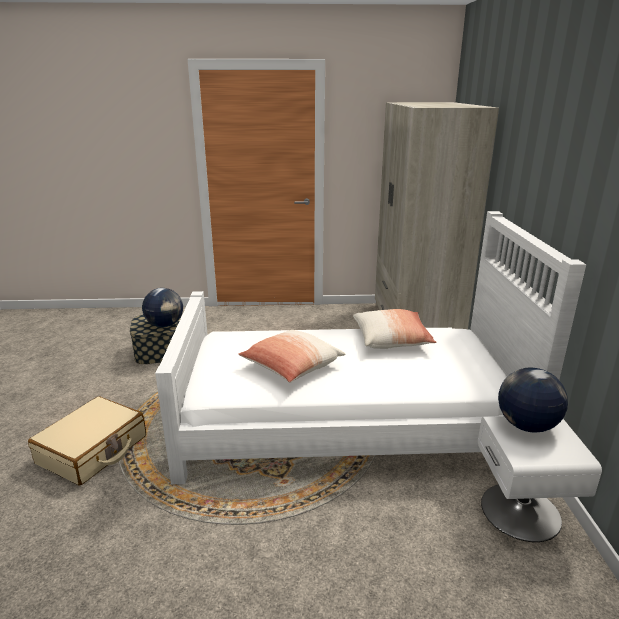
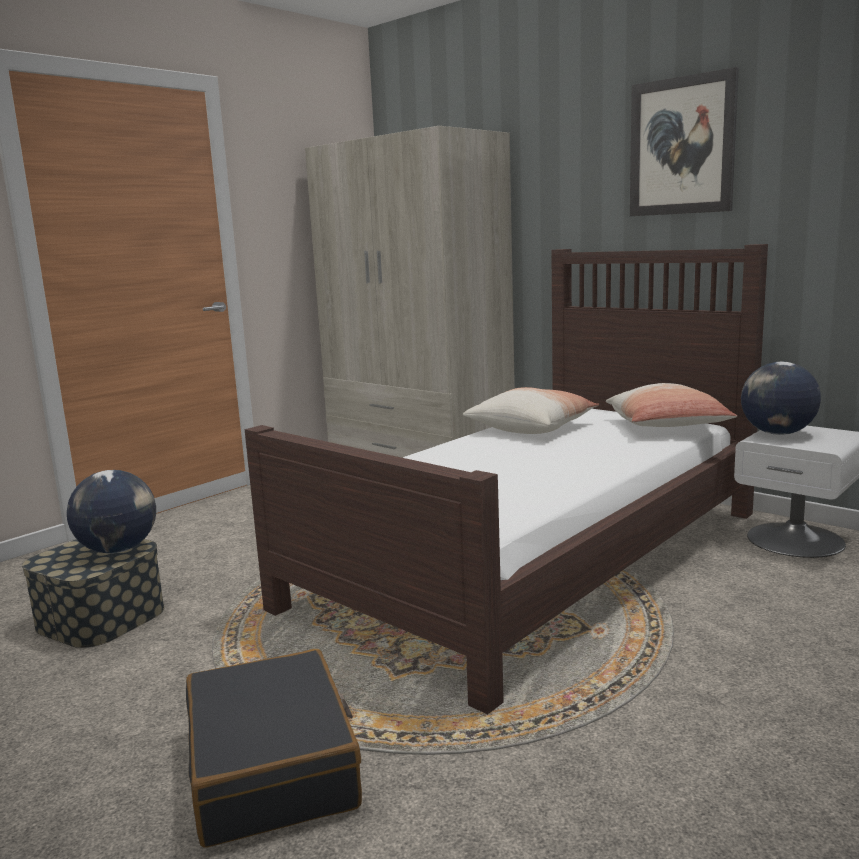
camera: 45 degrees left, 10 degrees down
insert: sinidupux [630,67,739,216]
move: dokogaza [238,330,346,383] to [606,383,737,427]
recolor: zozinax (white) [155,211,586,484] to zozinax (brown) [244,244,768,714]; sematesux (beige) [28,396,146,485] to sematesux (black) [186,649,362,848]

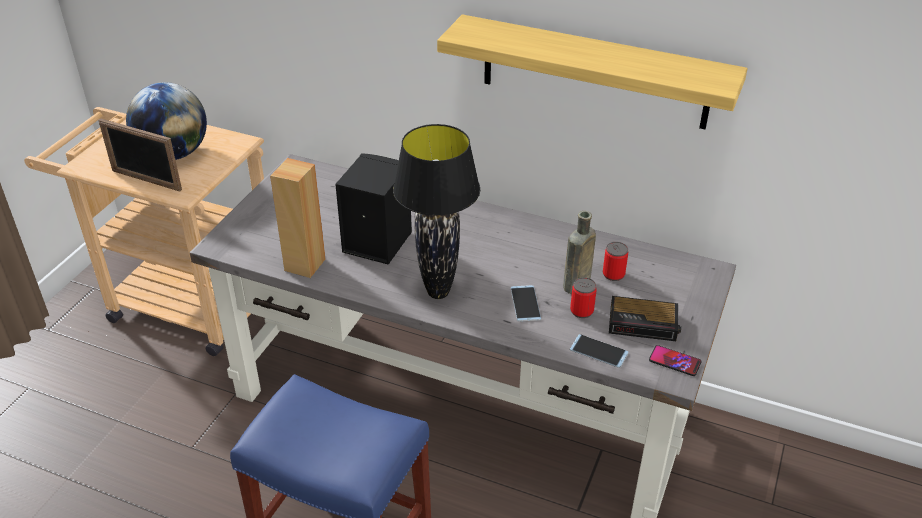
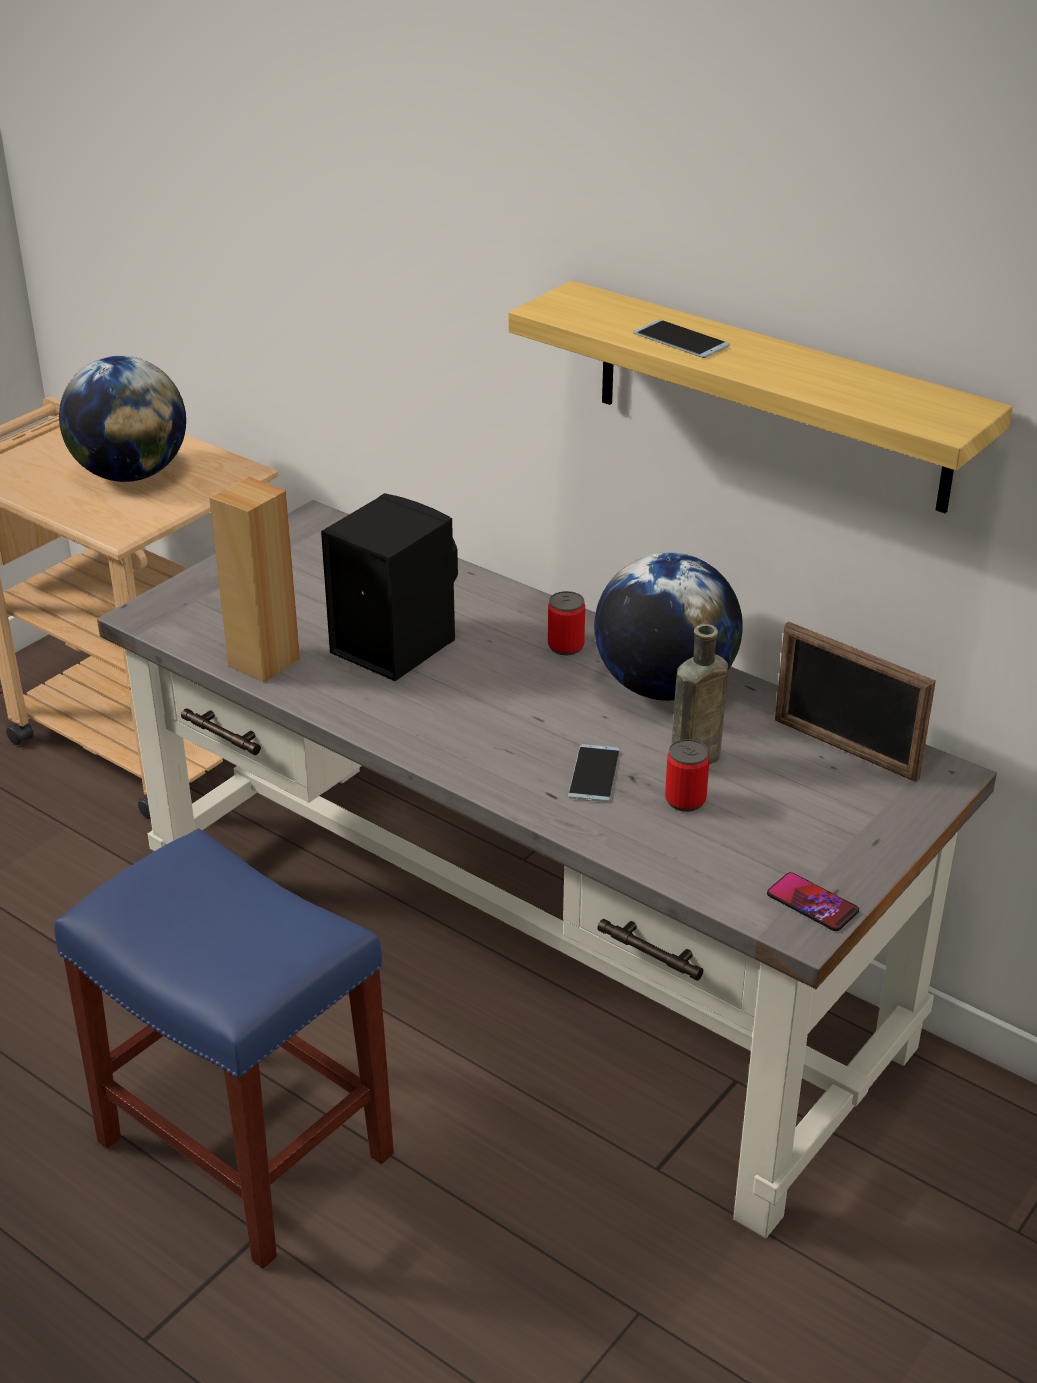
camera: 15 degrees right, 5 degrees down
delete: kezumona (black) [393,124,480,299]; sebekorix [609,296,681,341]
insert: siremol [594,552,743,701]
move: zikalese [98,119,182,191] to [775,621,936,782]; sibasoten [603,242,628,281] to [548,591,585,655]; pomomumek [570,334,629,368] to [633,320,730,358]

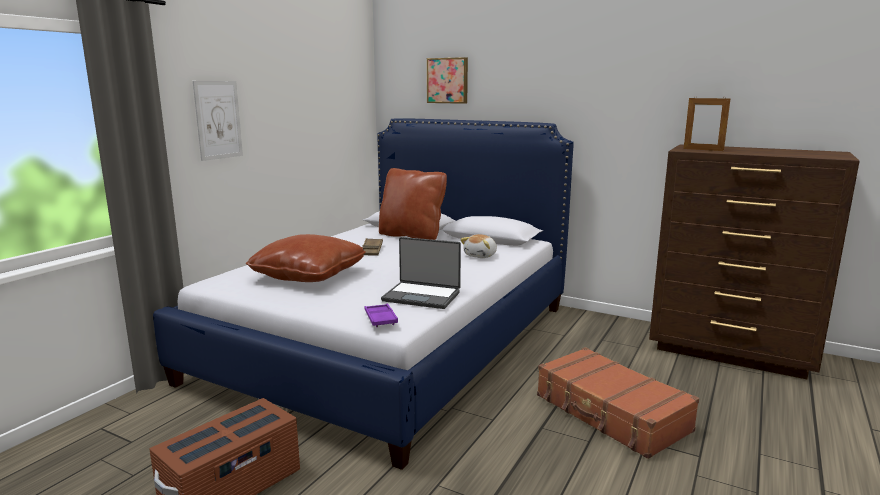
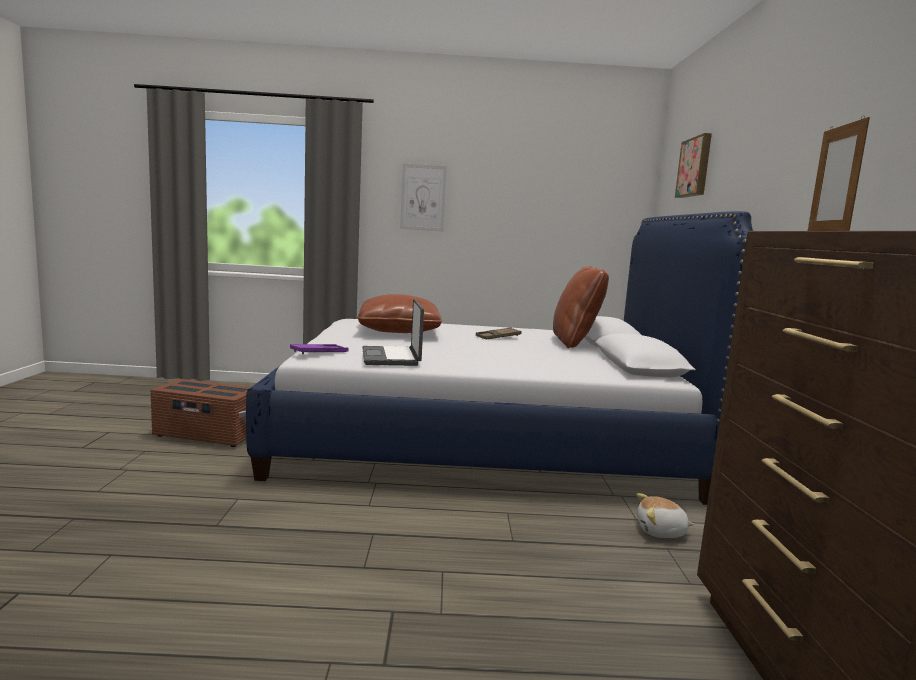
camera: 60 degrees right, 5 degrees down
delete: sematesux (brown) [537,347,699,459]
move: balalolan [460,234,497,258] to [636,493,694,538]

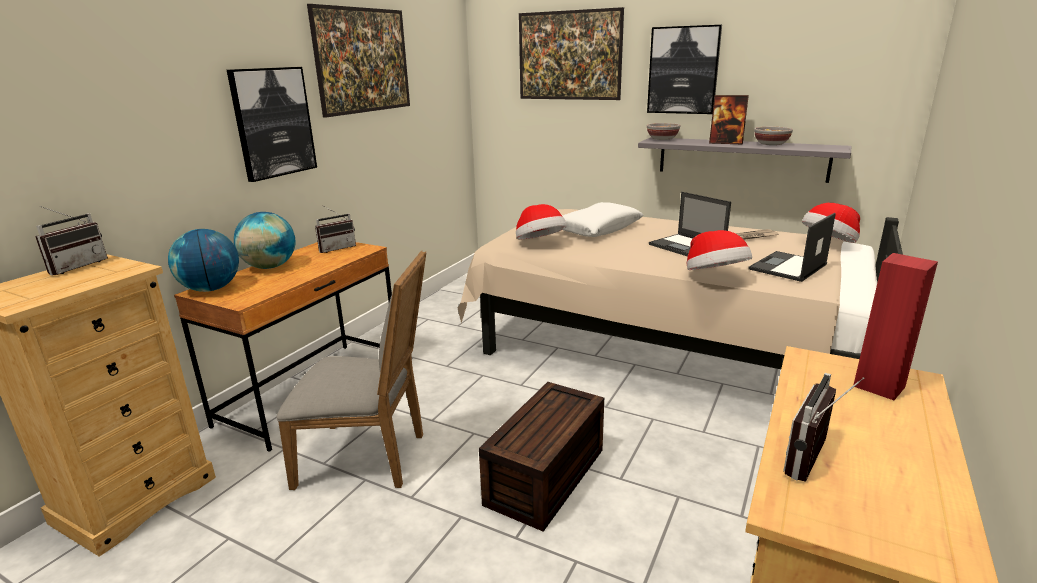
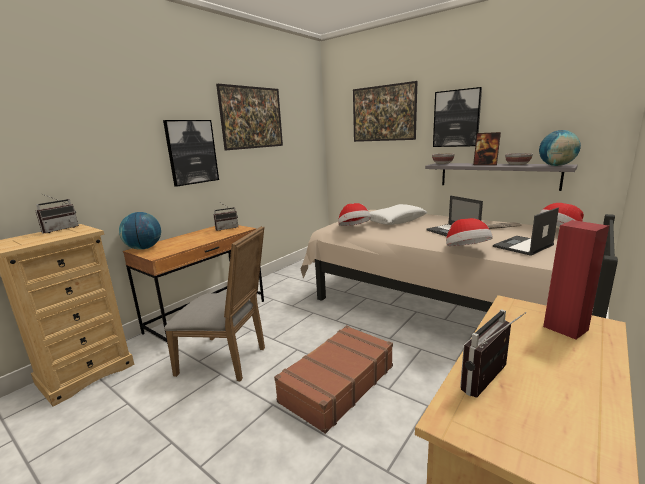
camera: 10 degrees right, 5 degrees down
move: siremol [234,212,296,269] to [539,130,581,166]
replace: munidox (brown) [479,382,604,532] to sematesux (brown) [274,325,393,434]

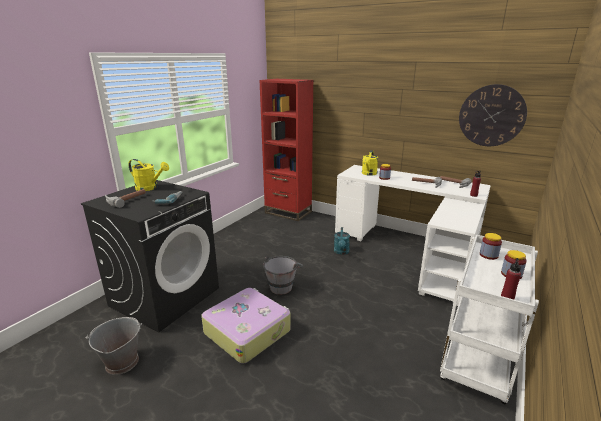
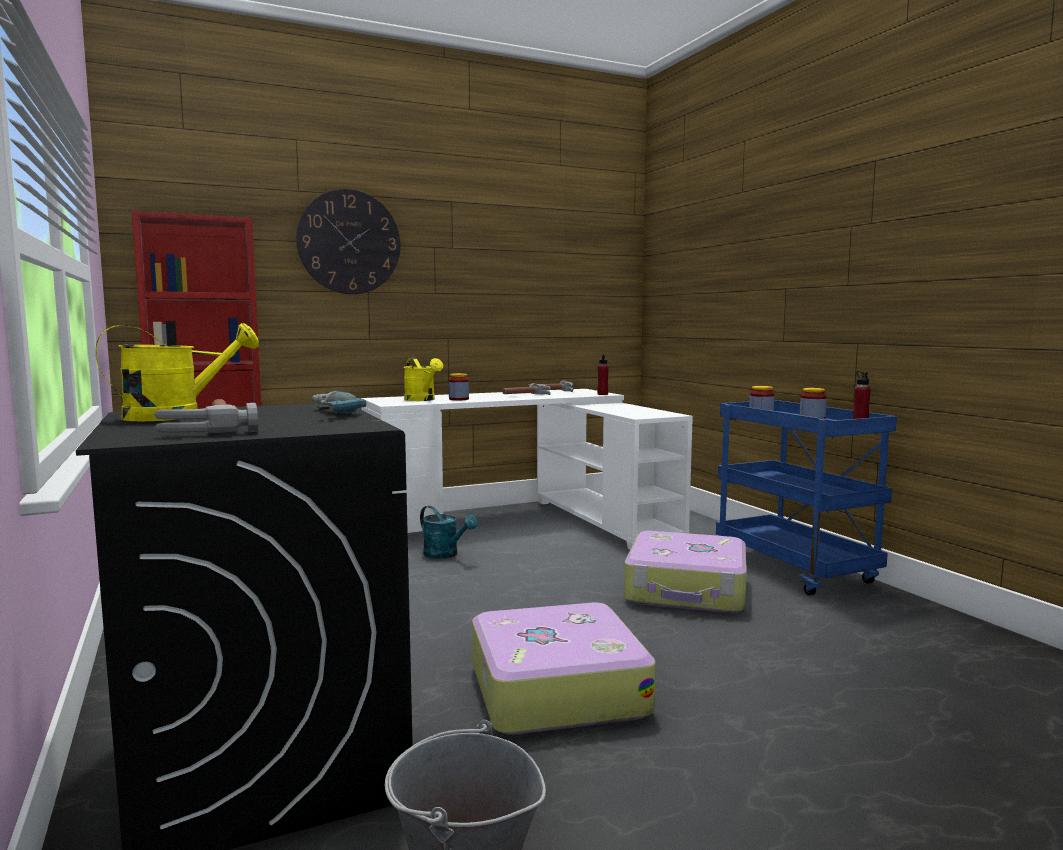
camera: 55 degrees left, 15 degrees down
delete: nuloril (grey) [263,256,303,295]
insert: sematesux [624,531,747,613]
move: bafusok [459,84,527,146] to [296,189,400,294]
recolor: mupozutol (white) [440,235,539,404] to mupozutol (blue) [716,400,897,595]

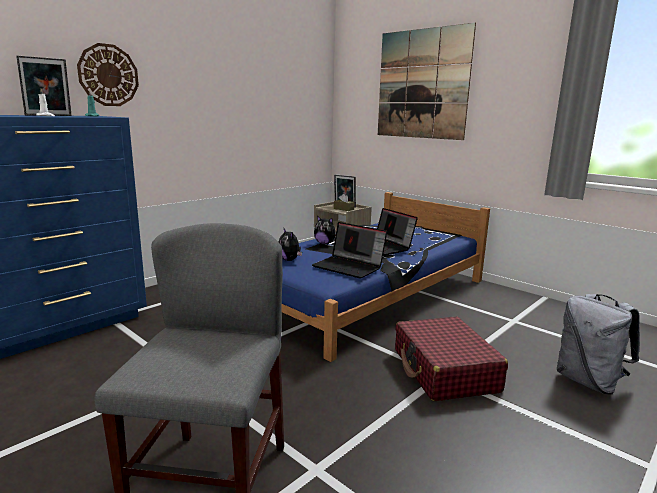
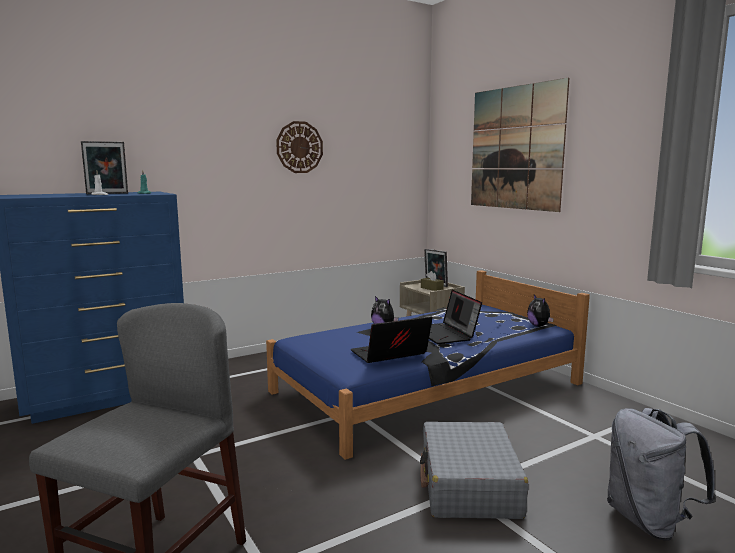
camera: 15 degrees right, 5 degrees down
move: bafusok [77,43,139,106] to [276,121,323,173]; balalolan [279,227,302,261] to [527,295,554,327]
recolor: sematesux (red) [395,317,508,401] to sematesux (grey) [420,422,529,519]
rotate: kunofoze [312,222,387,279] = [351,316,432,363] 105 degrees clockwise

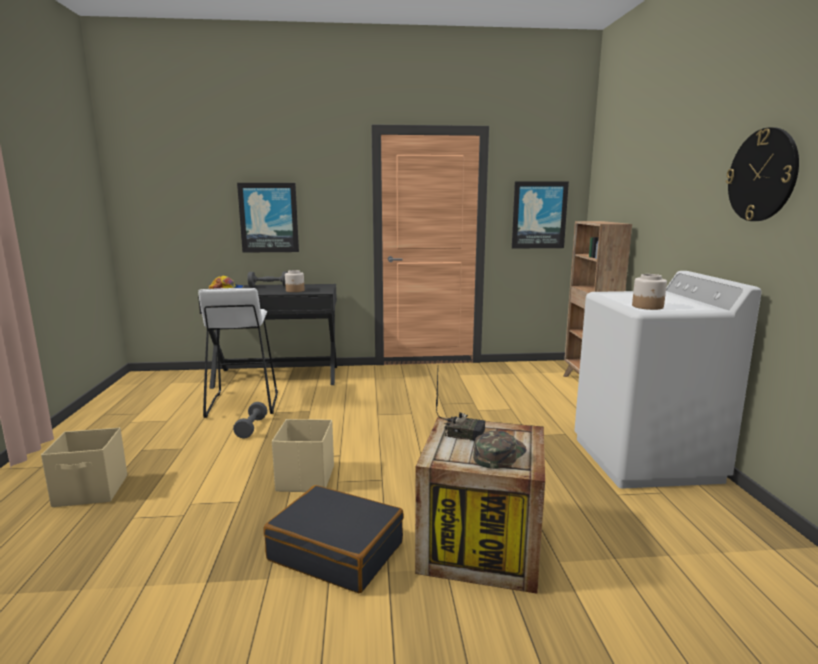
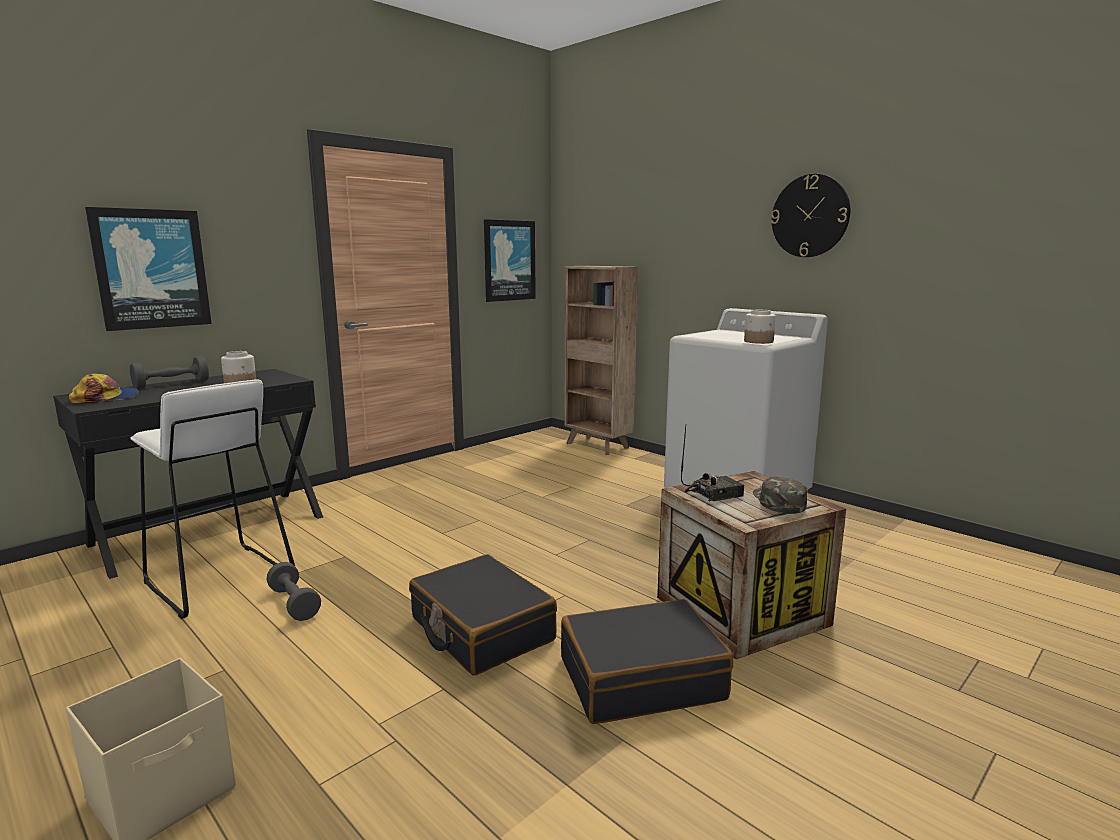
camera: 40 degrees left, 0 degrees up
replace: munidox (beige) [272,419,334,492] to sematesux (black) [409,554,557,676]

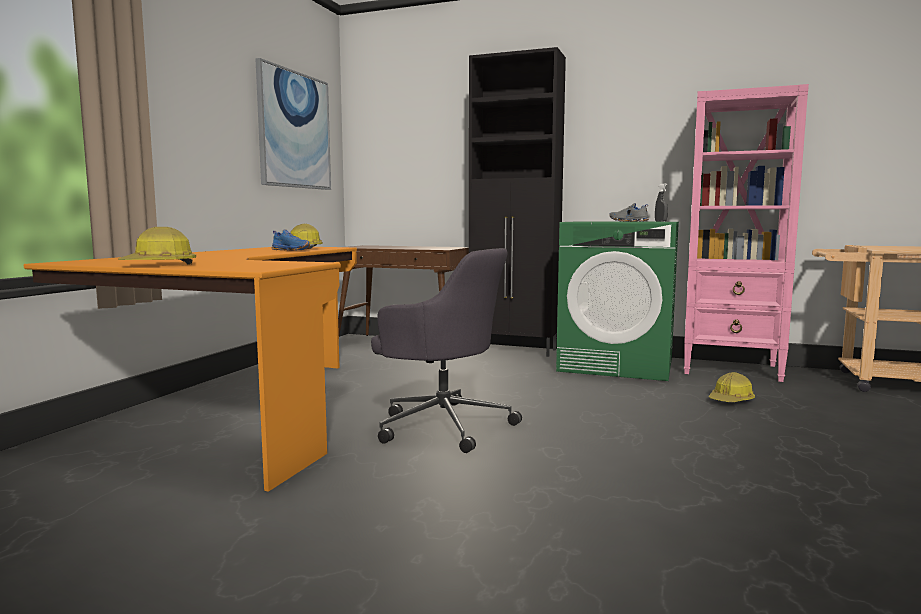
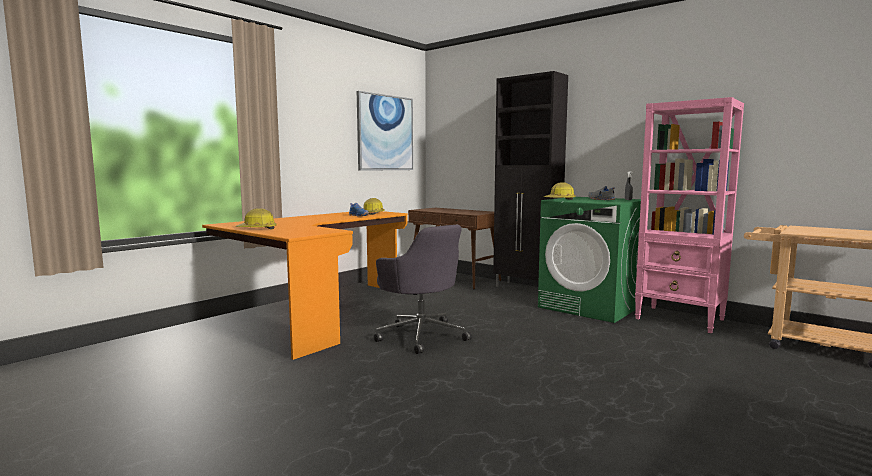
camera: 20 degrees right, 0 degrees up
move: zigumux [709,372,755,402] to [543,182,576,200]

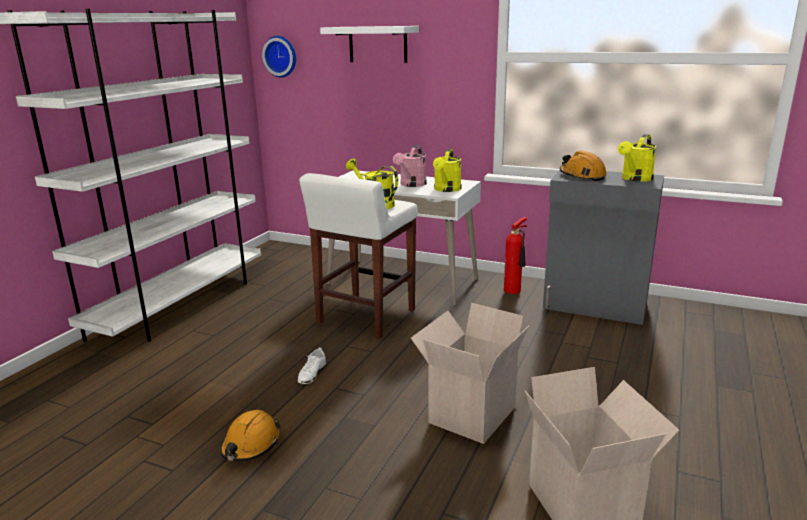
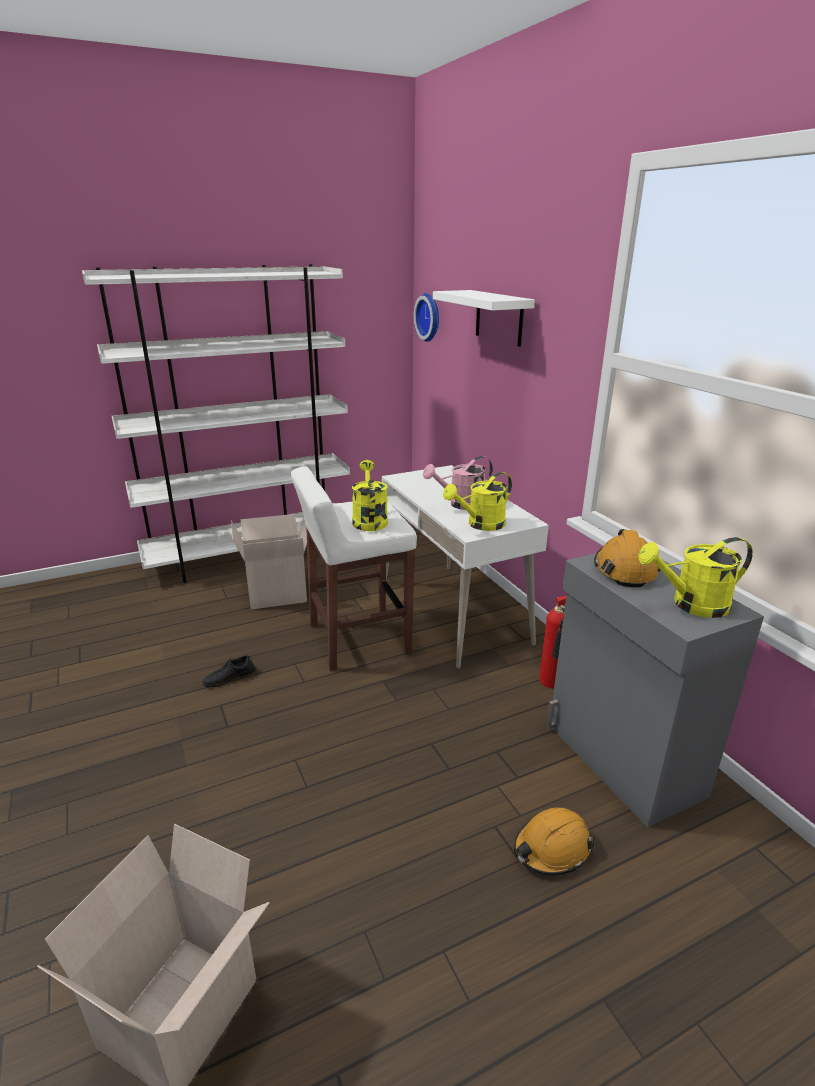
camera: 40 degrees right, 5 degrees up
move: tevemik [411,303,529,444] to [231,514,307,610]; zigumux (orange) [220,410,281,461] to [514,808,594,876]
recolor: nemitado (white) [298,348,326,384] to nemitado (black) [202,655,255,687]

